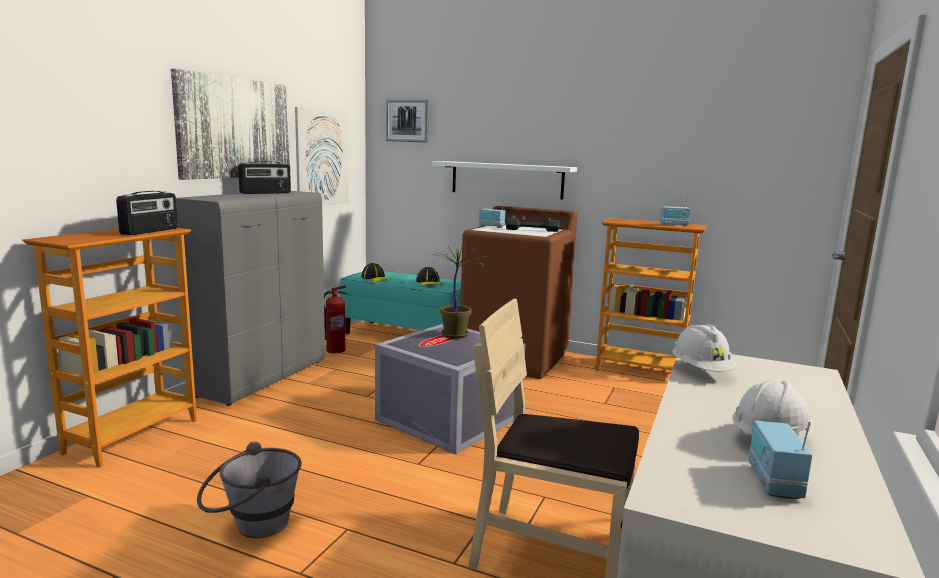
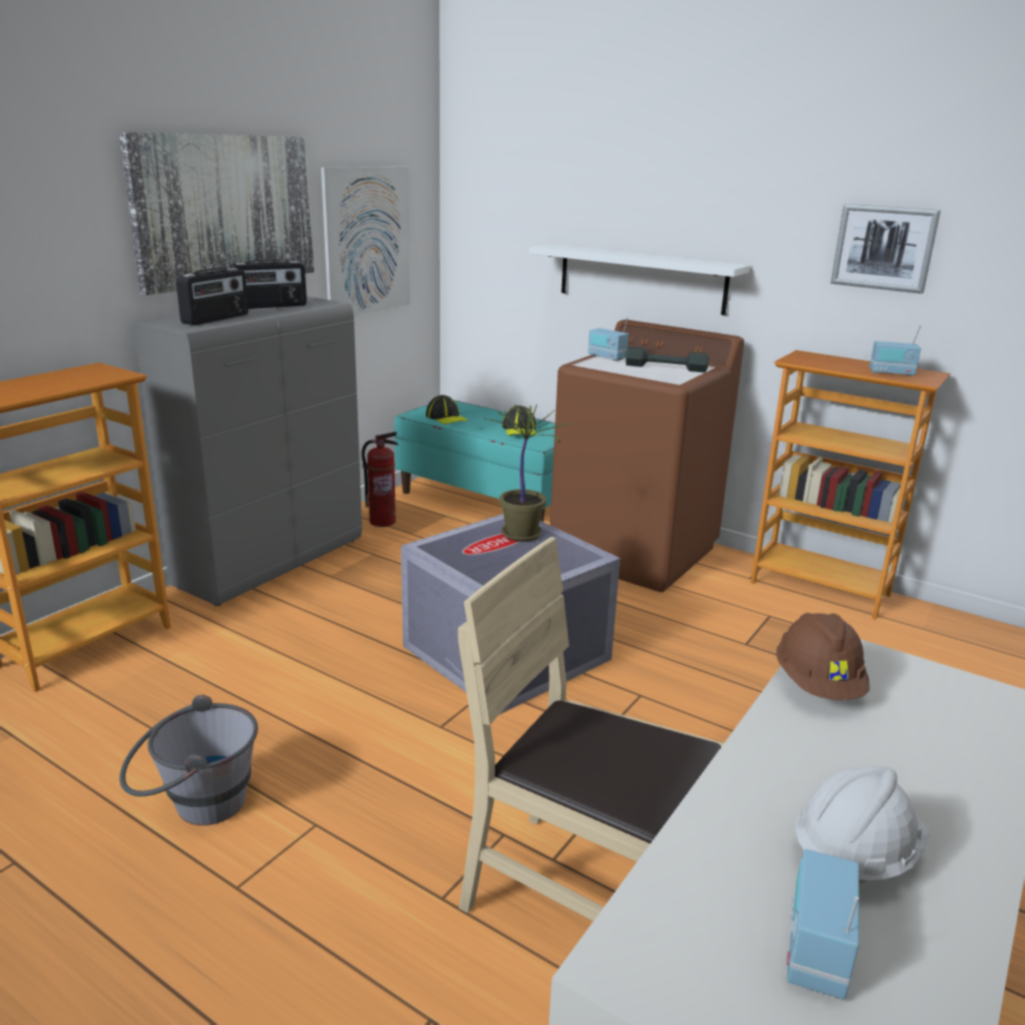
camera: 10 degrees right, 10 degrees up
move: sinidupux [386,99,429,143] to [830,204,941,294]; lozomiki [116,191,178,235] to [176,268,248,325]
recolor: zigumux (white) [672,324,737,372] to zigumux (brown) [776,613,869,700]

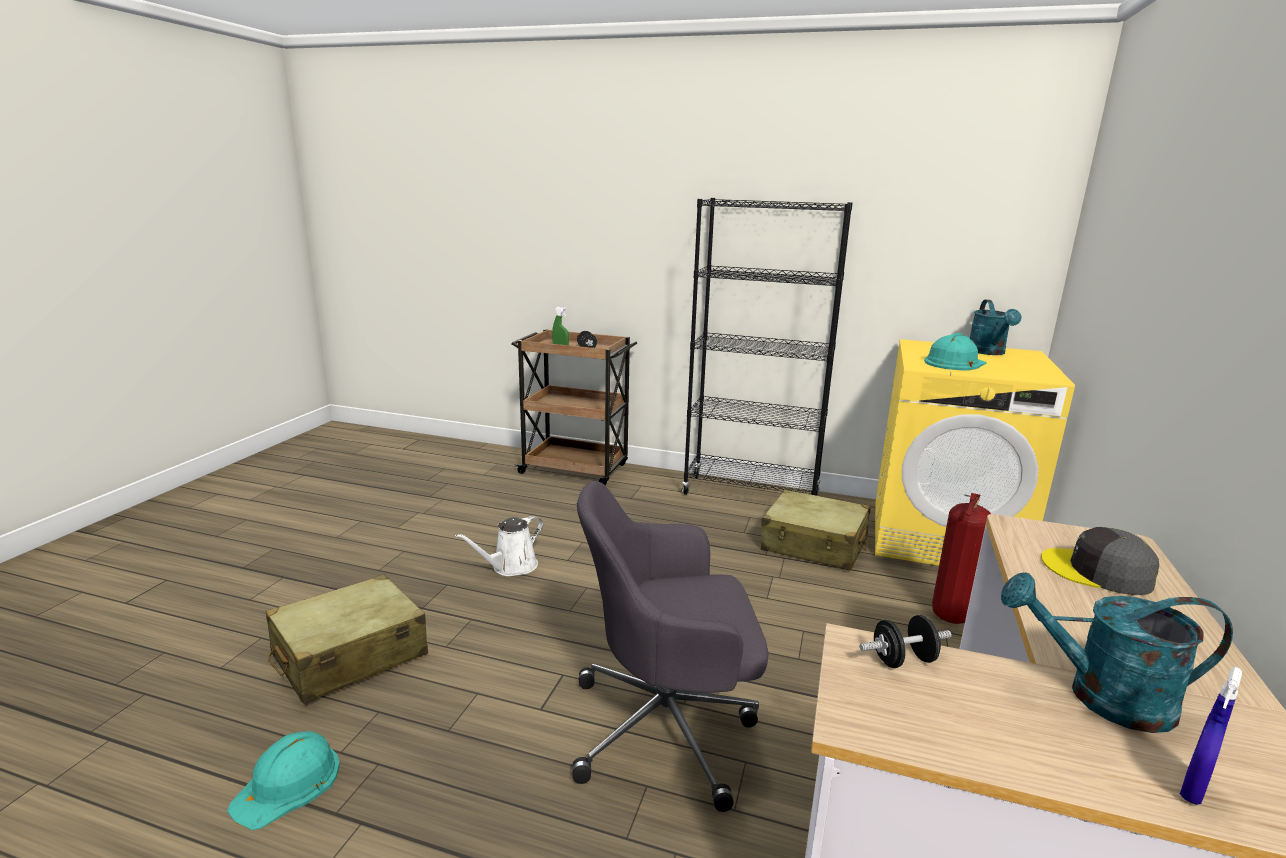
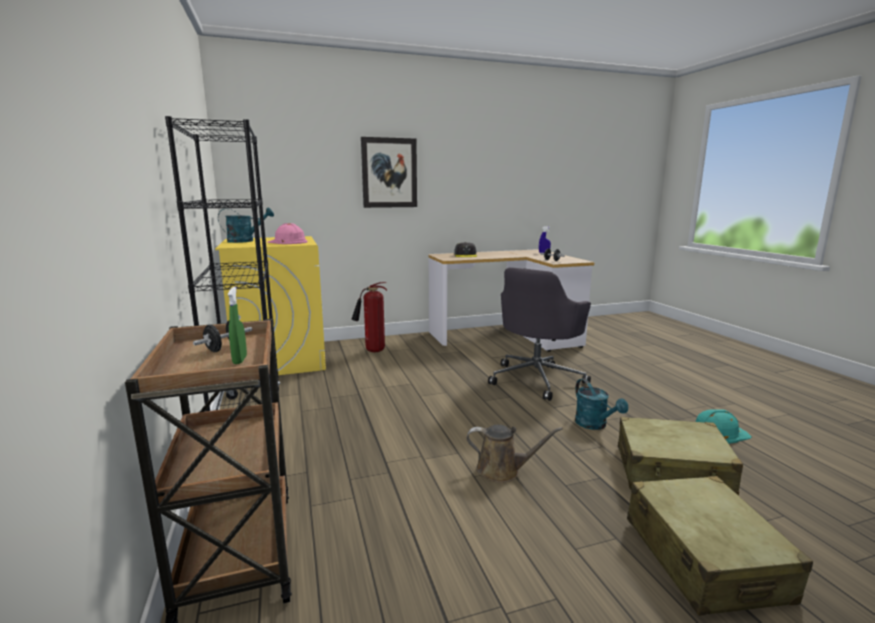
camera: 125 degrees left, 5 degrees down
insert: sinidupux [361,137,417,208]
move: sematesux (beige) [761,490,871,571] to [627,476,813,616]; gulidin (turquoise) [1001,573,1233,733] to [575,379,628,430]
recolor: zigumux (turquoise) [924,333,987,370] to zigumux (pink) [267,223,307,244]; gulidin (white) [455,516,543,576] to gulidin (brown) [466,425,563,483]
rotate: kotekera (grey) [572,481,769,812] = [488,267,591,401] 75 degrees clockwise

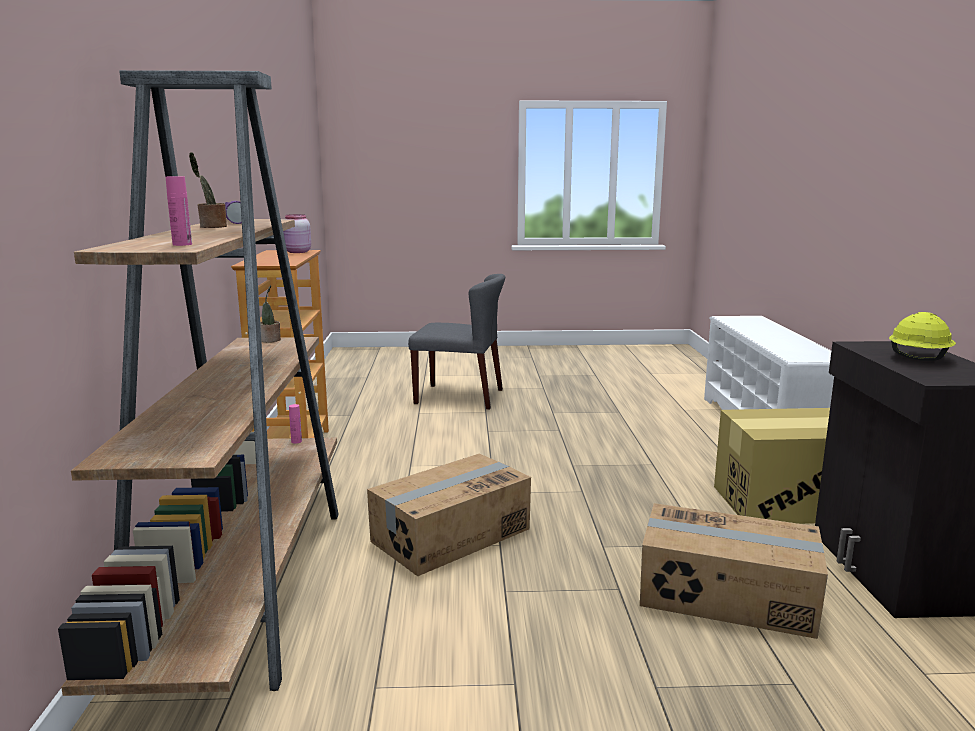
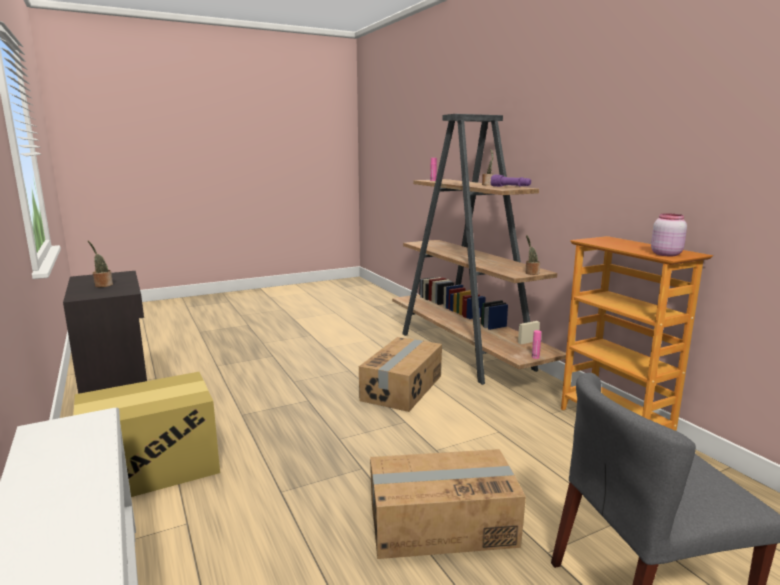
camera: 155 degrees right, 0 degrees up
move: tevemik [640,503,828,639] to [370,449,526,559]
replace: zigumux (yellow) [889,312,956,361] to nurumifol [88,241,113,287]

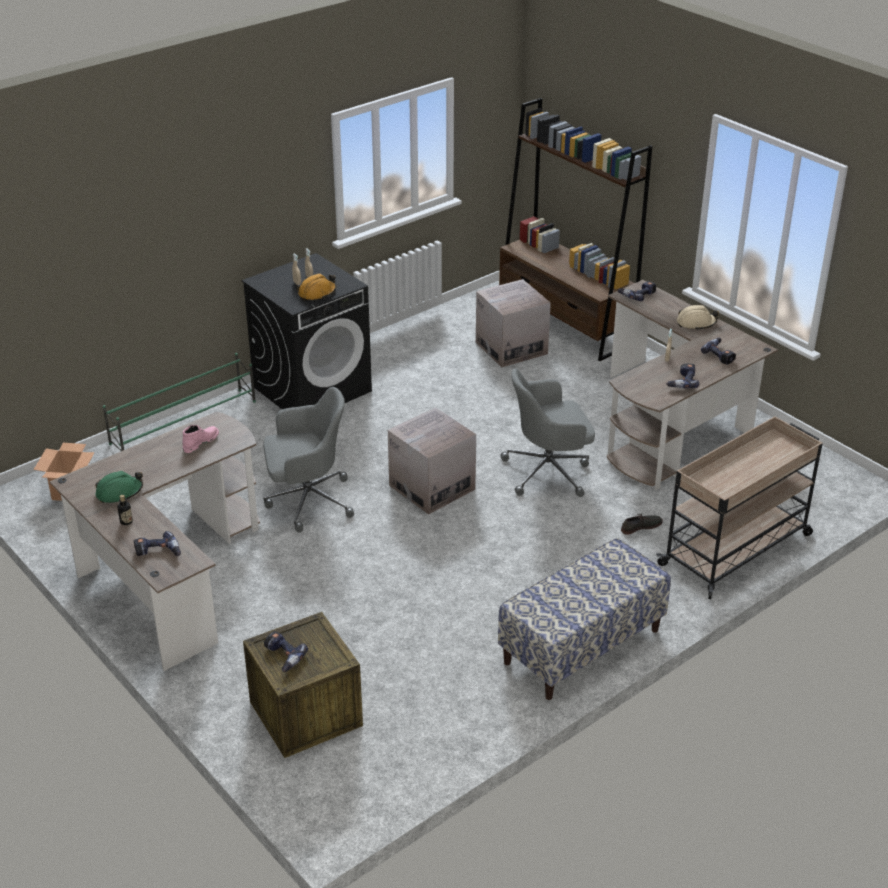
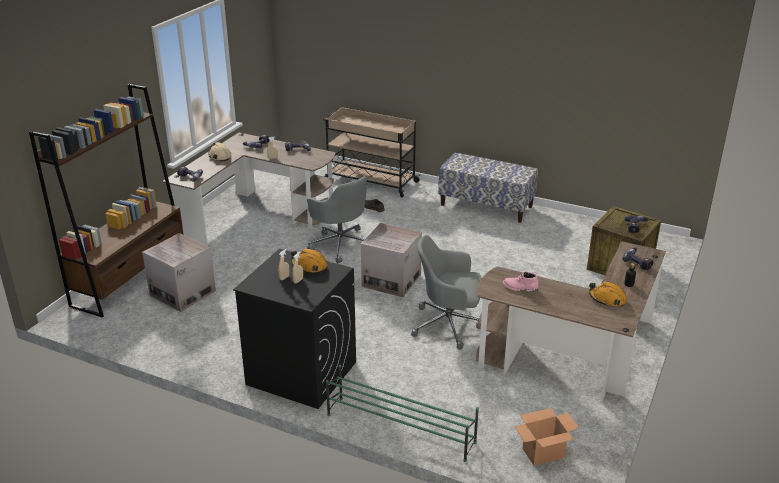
camera: 115 degrees left, 5 degrees down
recolor: zigumux (green) [95,471,143,503] to zigumux (orange) [589,281,627,307]
rotate: kotekera (grey) [263,387,354,532] = [411,235,481,350] 45 degrees counterclockwise

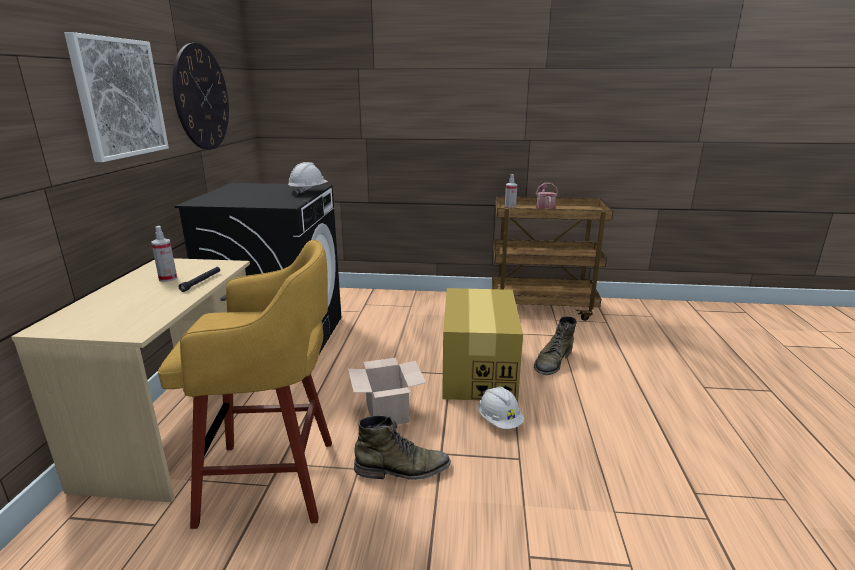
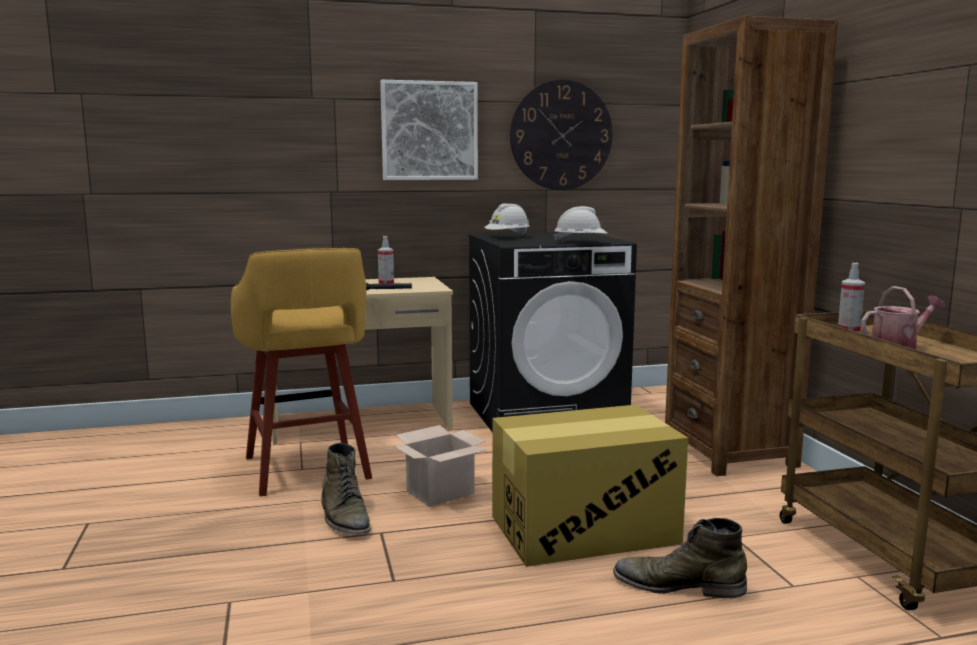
camera: 70 degrees right, 10 degrees down
insert: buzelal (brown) [665,16,838,476]
move: zigumux (white) [478,386,524,429] to [484,203,530,235]

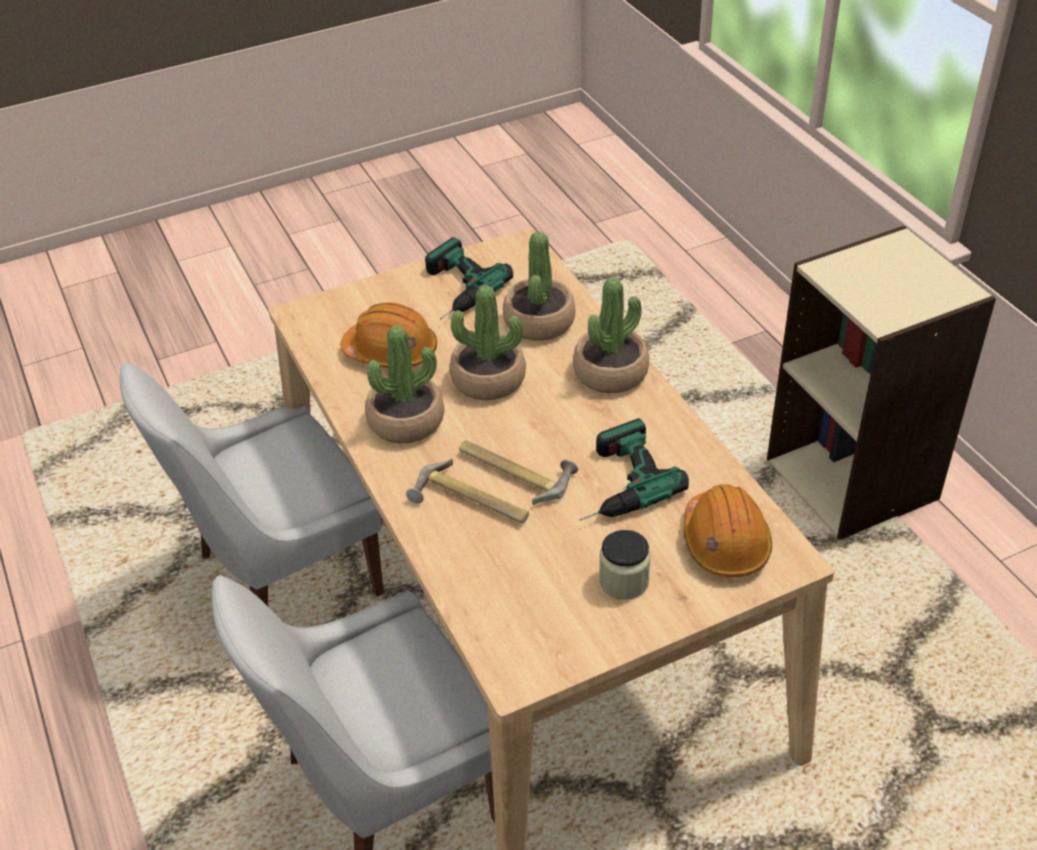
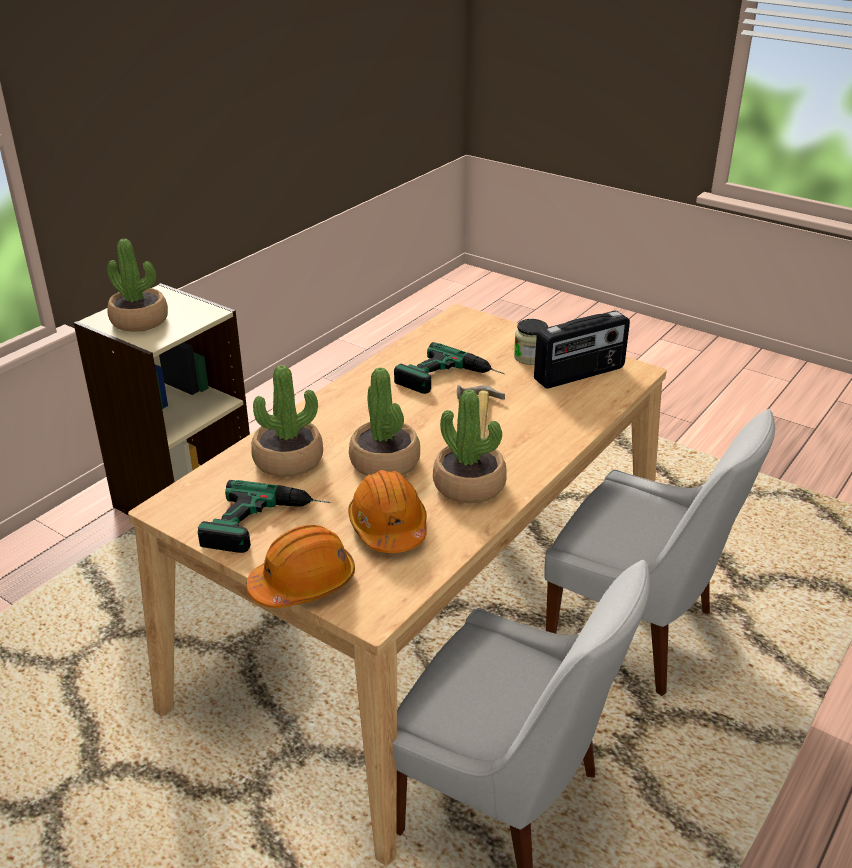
camera: 120 degrees left, 10 degrees down
delete: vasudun [406,458,529,524]
insert: lozomiki [534,311,630,389]
move: nurumifol [573,277,649,393] to [107,239,168,332]; zigumux (orange) [683,484,772,577] to [246,525,355,608]

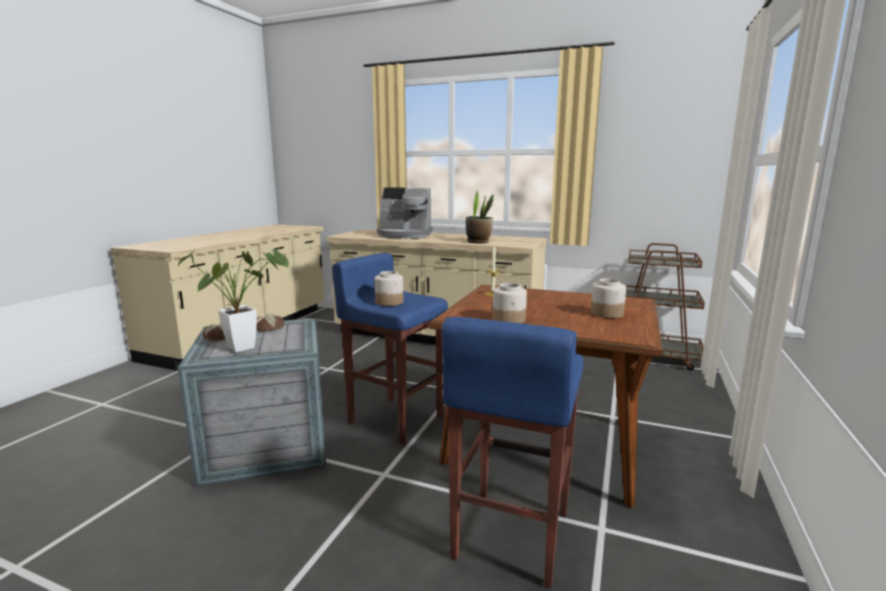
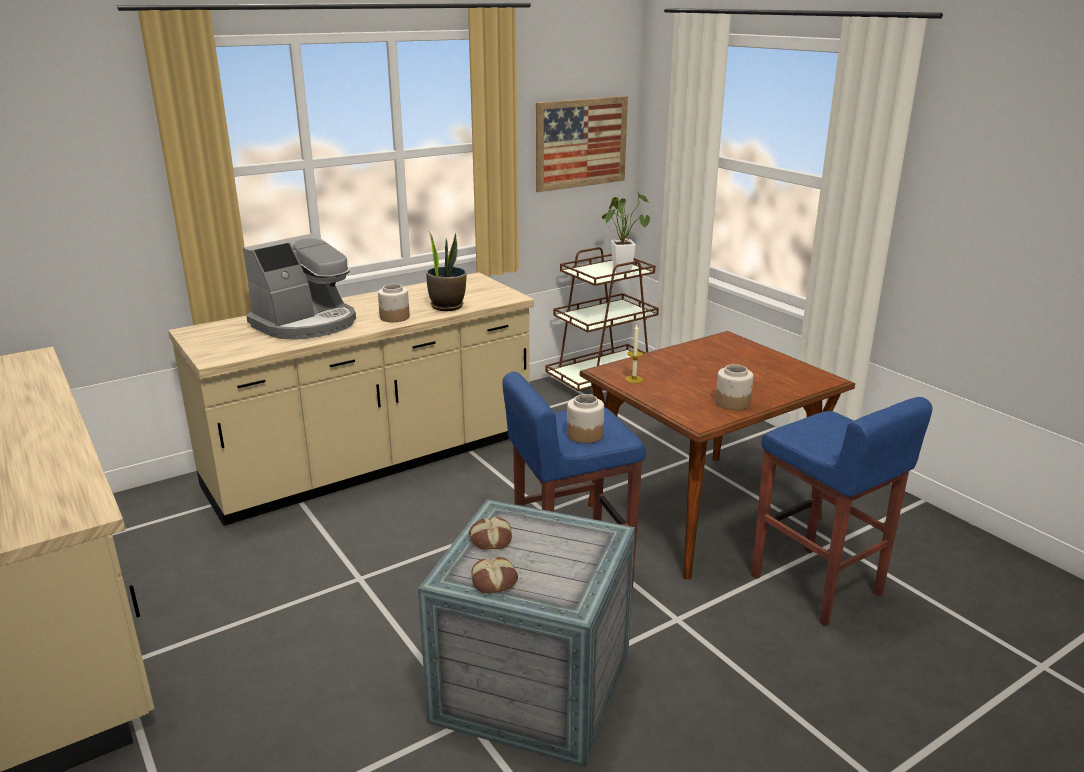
camera: 55 degrees left, 10 degrees up
insert: sinidupux [536,96,628,192]
move: nurumifol [178,249,289,353] to [602,193,650,273]; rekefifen [591,278,626,318] to [378,284,410,322]

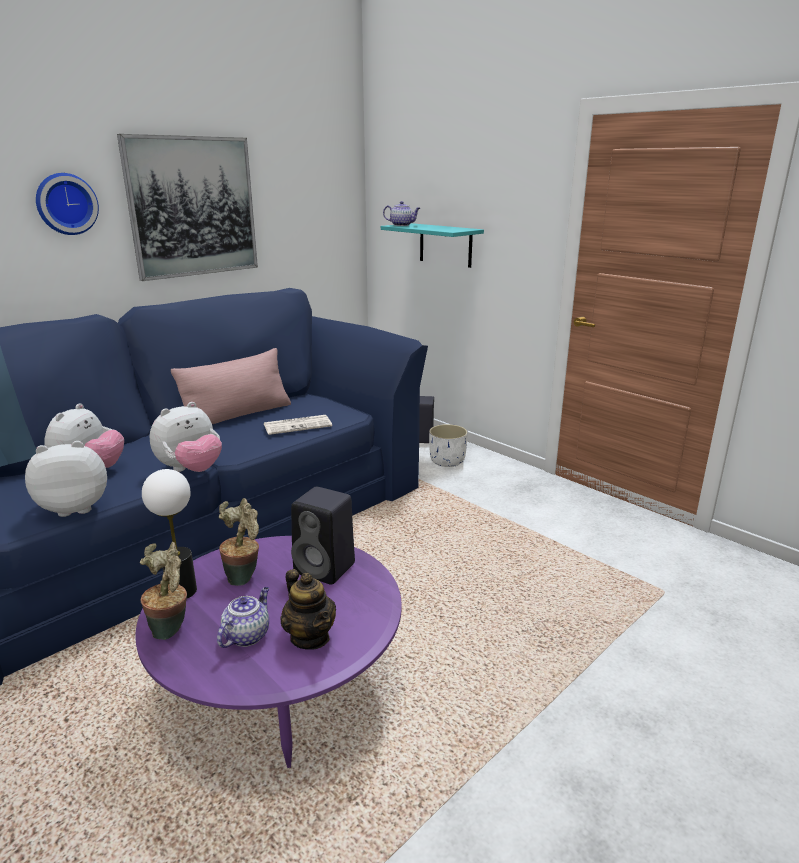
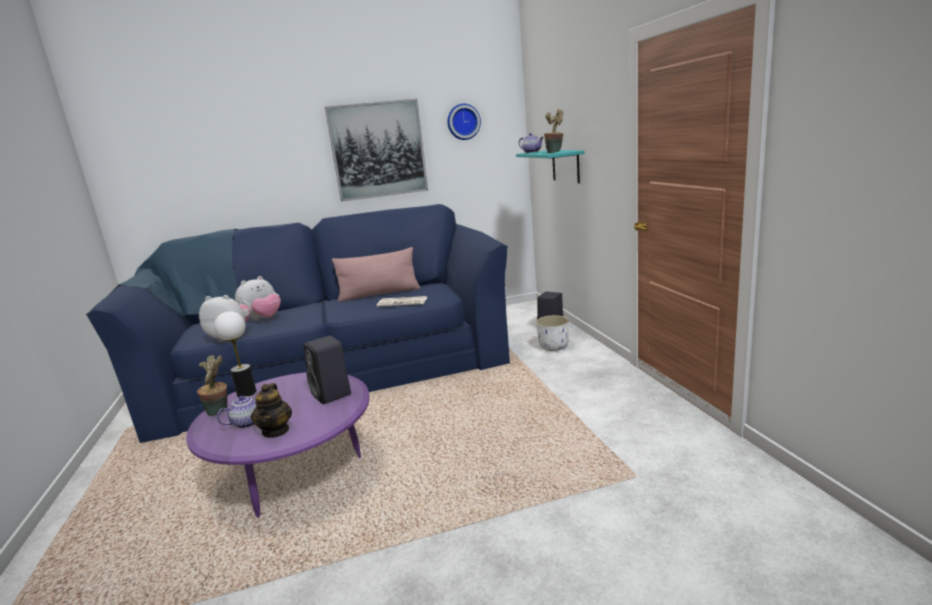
camera: 30 degrees right, 5 degrees down
delete: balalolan [150,402,222,472]
move: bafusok [36,173,99,235] to [447,104,481,140]; nurumifol [219,498,259,586] to [544,109,563,153]

